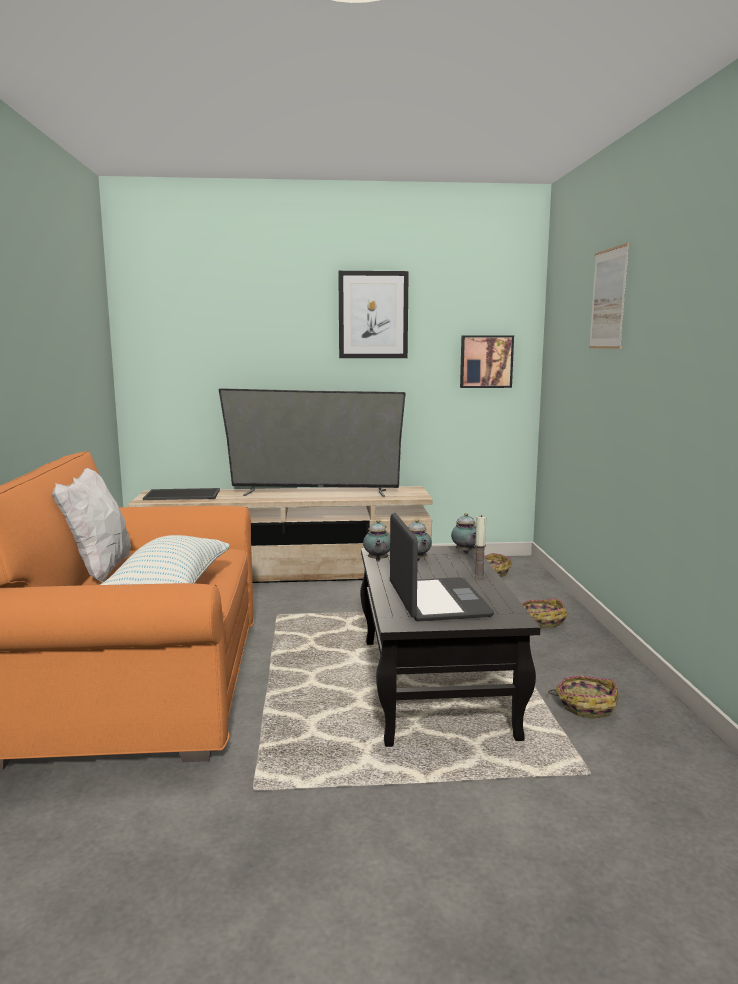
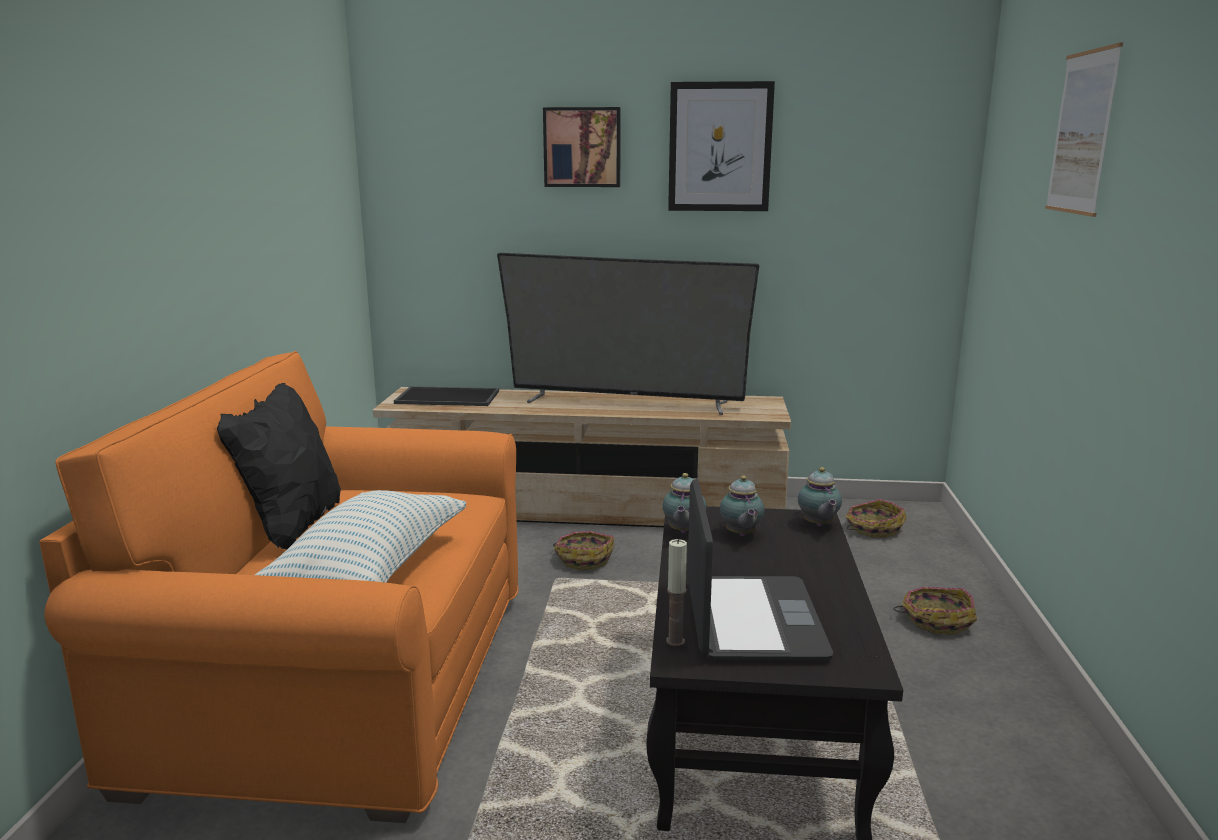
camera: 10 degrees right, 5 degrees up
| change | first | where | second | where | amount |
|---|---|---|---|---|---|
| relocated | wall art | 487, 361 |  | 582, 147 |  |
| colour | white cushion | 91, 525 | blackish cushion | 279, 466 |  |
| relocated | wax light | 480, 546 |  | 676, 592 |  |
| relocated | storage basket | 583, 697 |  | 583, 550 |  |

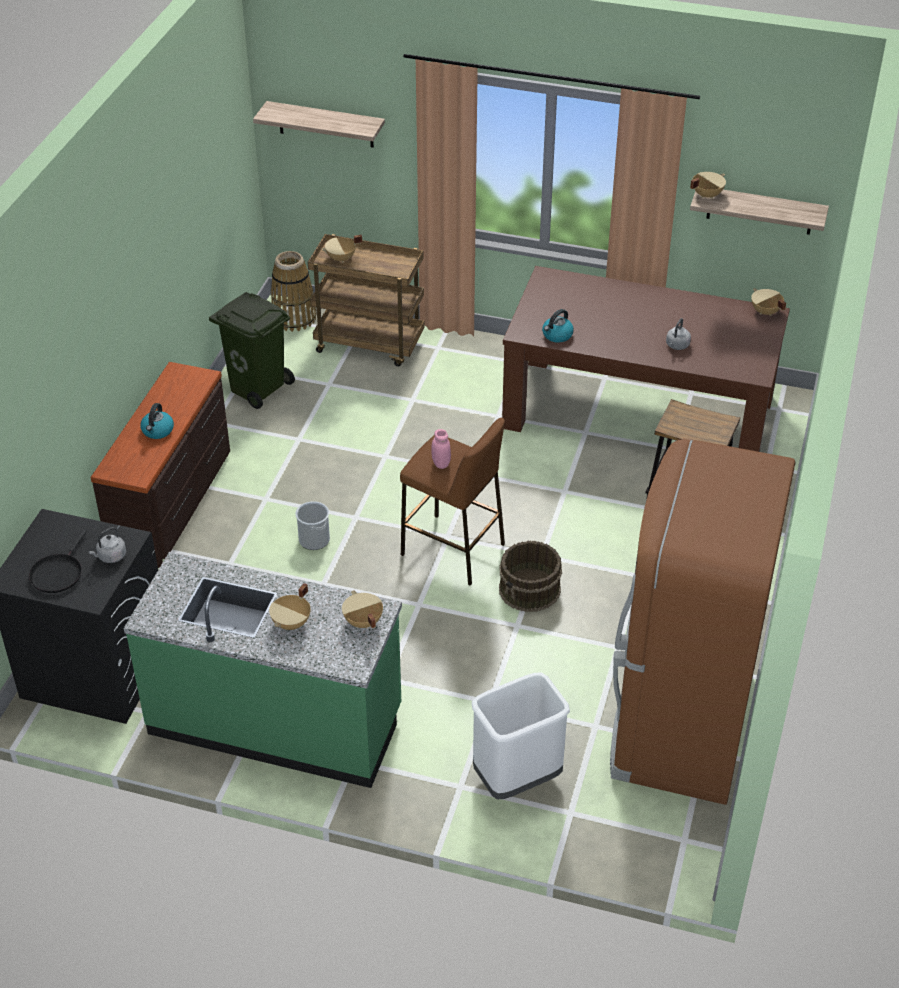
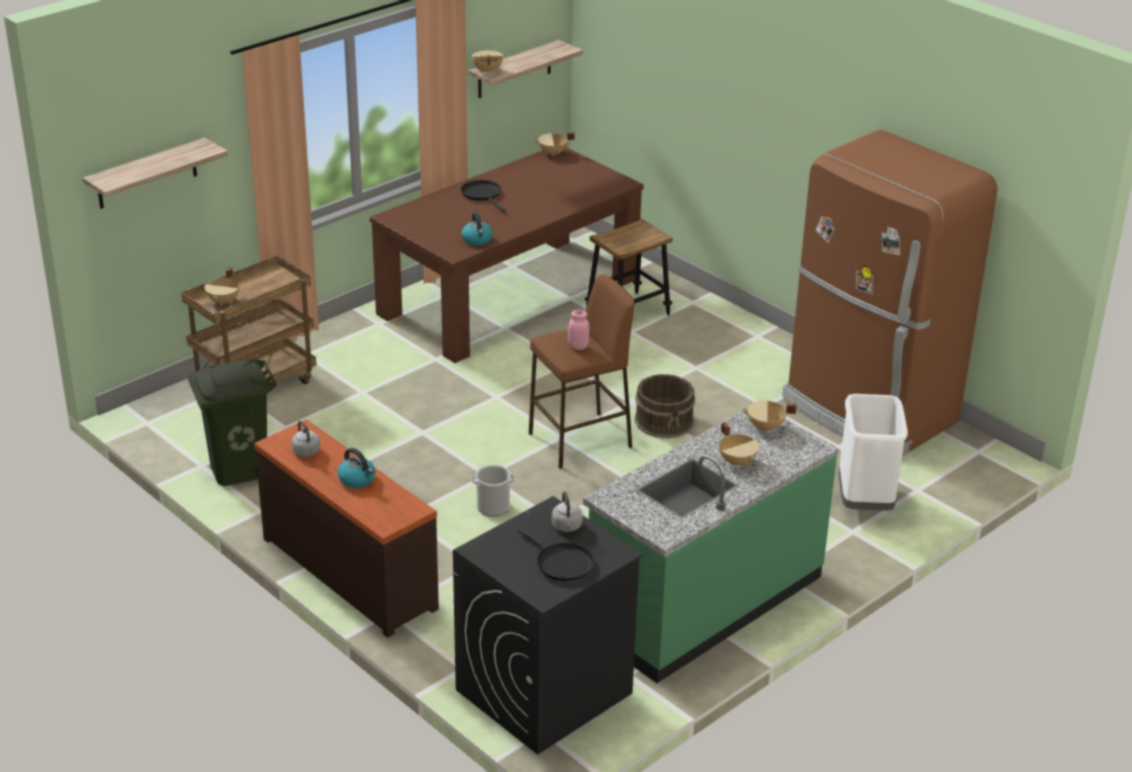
camera: 60 degrees left, 10 degrees down
| change | first | where | second | where | amount |
|---|---|---|---|---|---|
| missing | storage basket | 293, 291 |  |  |  |
| relocated | grey water kettle | 678, 334 |  | 305, 439 |  |
| appeared |  |  | blackish pan | 483, 196 |  |

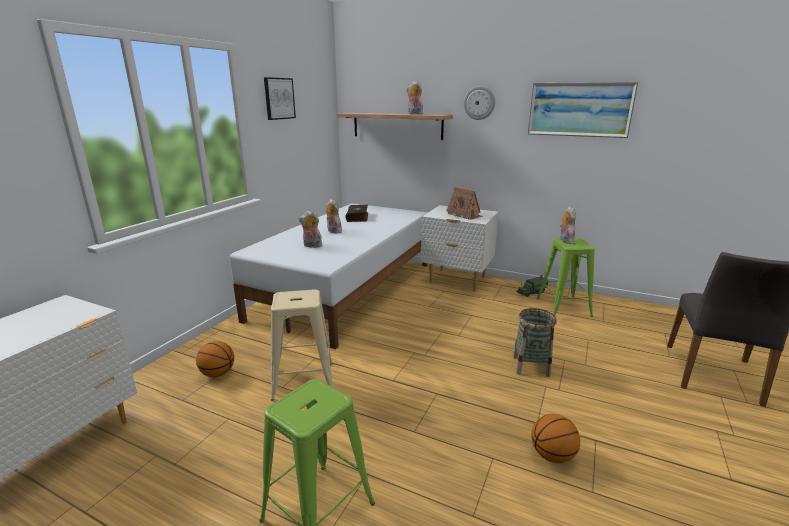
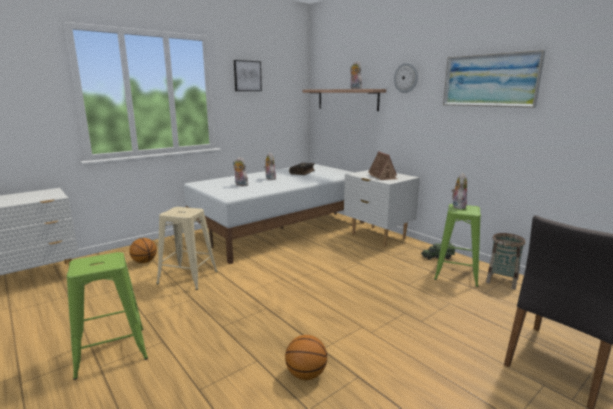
camera: 25 degrees right, 5 degrees down
| change | first | where | second | where | amount |
|---|---|---|---|---|---|
| relocated | storage basket | 535, 342 |  | 505, 261 |  |

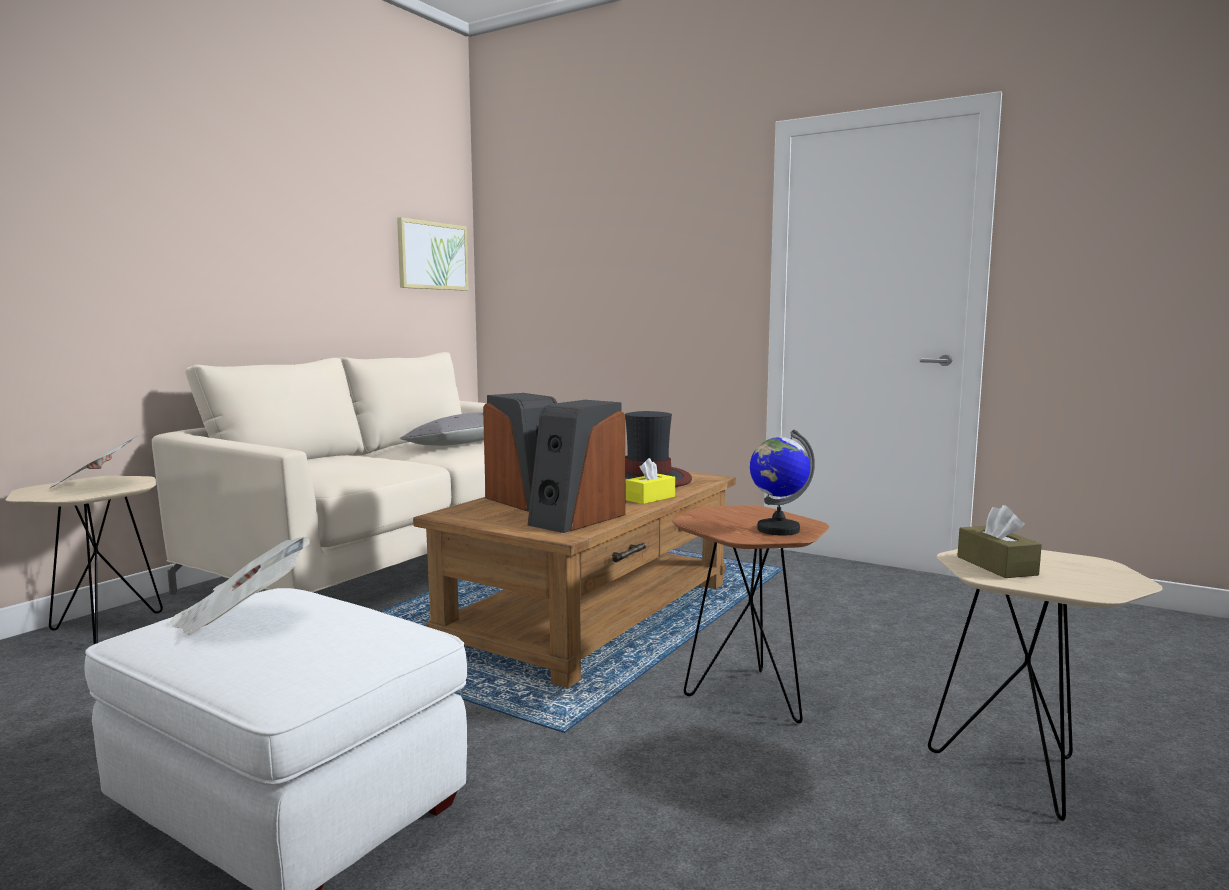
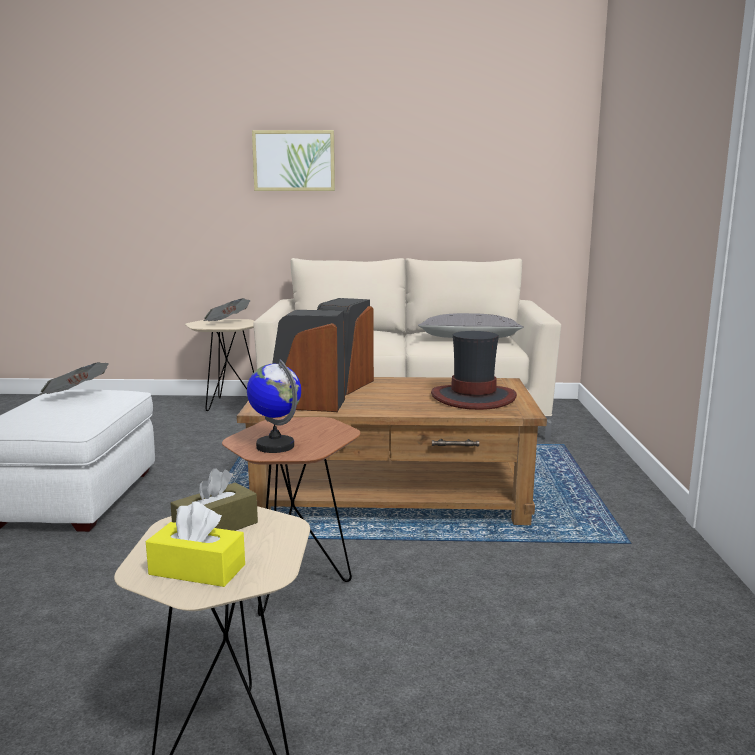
camera: 60 degrees right, 5 degrees up
| change | first | where | second | where | amount |
|---|---|---|---|---|---|
| relocated | wall art | 433, 254 |  | 293, 160 |  |
| relocated | yellow-coloured box of tissues | 650, 481 |  | 195, 544 |  |

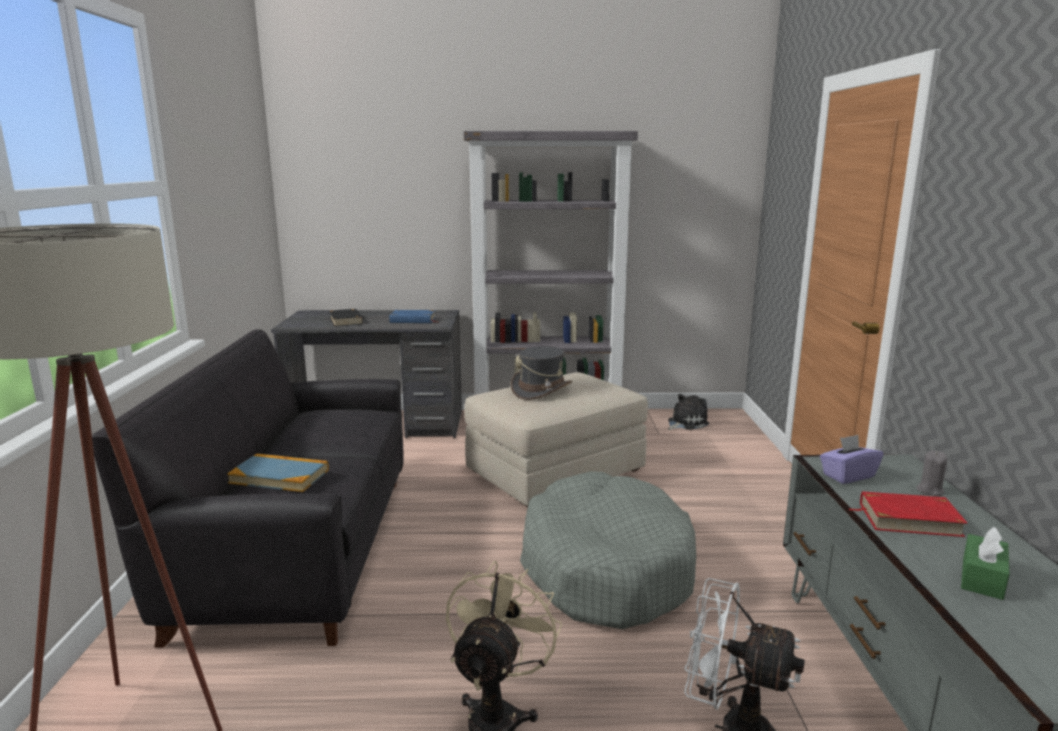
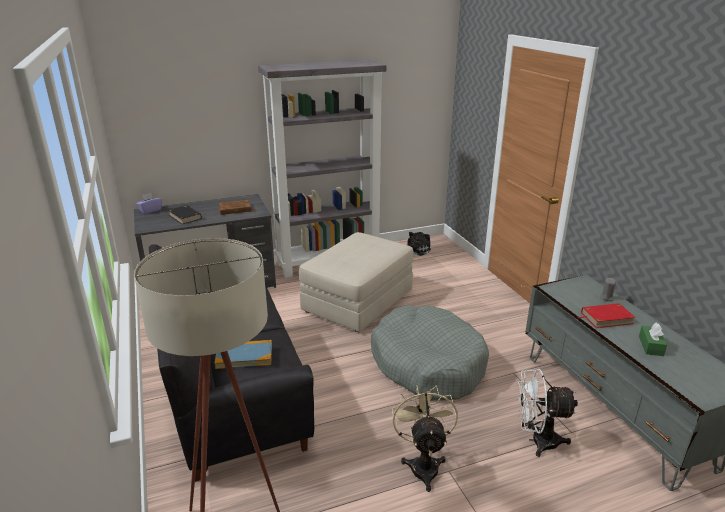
camera: 20 degrees left, 10 degrees up
| change | first | where | second | where | amount |
|---|---|---|---|---|---|
| colour | blue book | 413, 316 | brown book | 237, 207 |  |
| missing | grey clothing hat | 541, 373 |  |  |  |
| relocated | purple box of tissues | 852, 459 |  | 149, 203 |  |

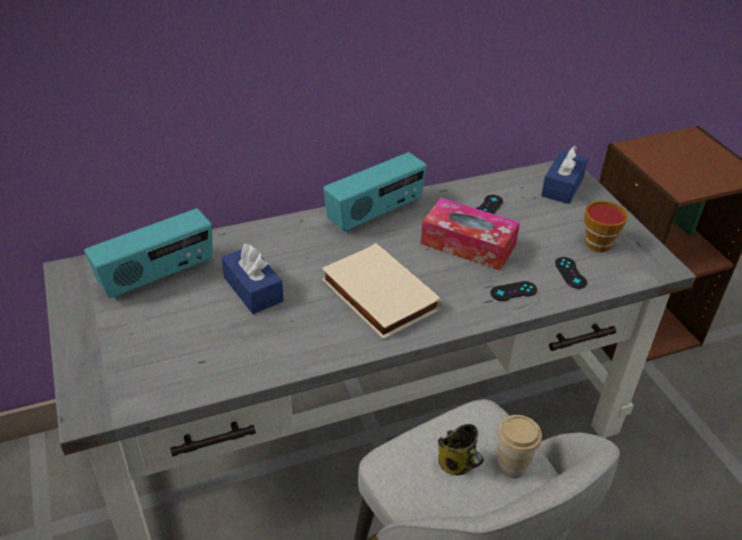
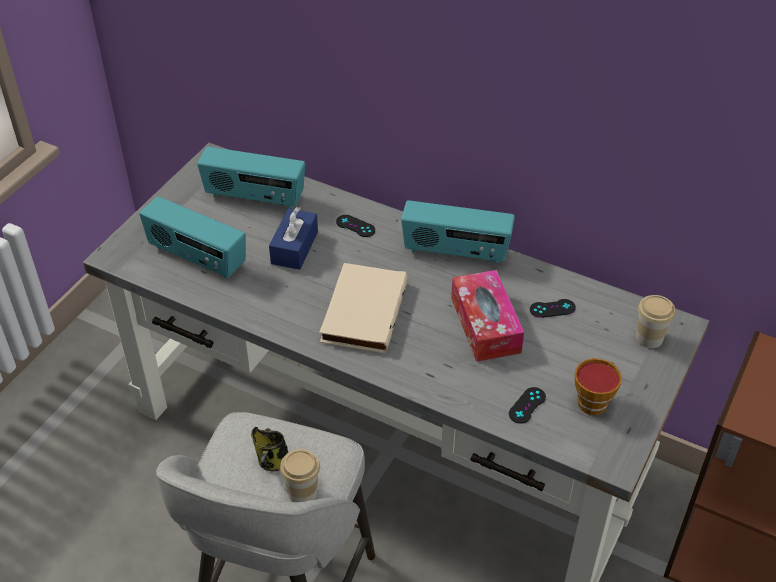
camera: 50 degrees right, 5 degrees up
| change | first | where | second | where | amount |
|---|---|---|---|---|---|
| exchanged | blue box of tissues | 564, 175 | small cup | 655, 321 |  |
| relocated | blackish game controller | 513, 291 |  | 355, 226 |  |
| appeared |  |  | radio receiver | 192, 238 |  |

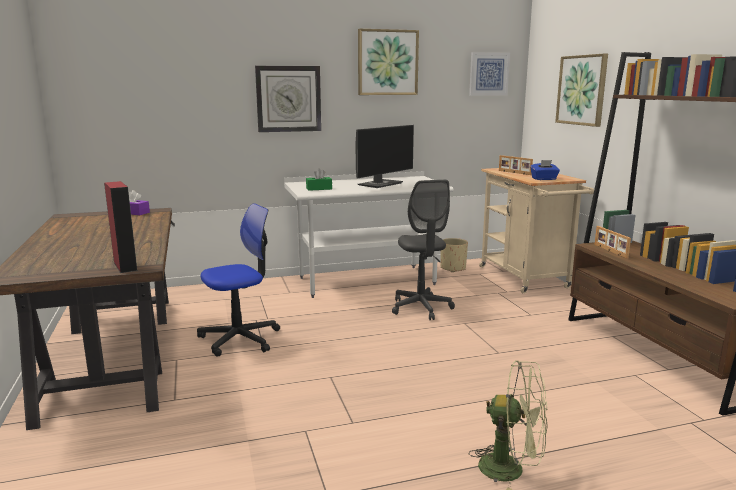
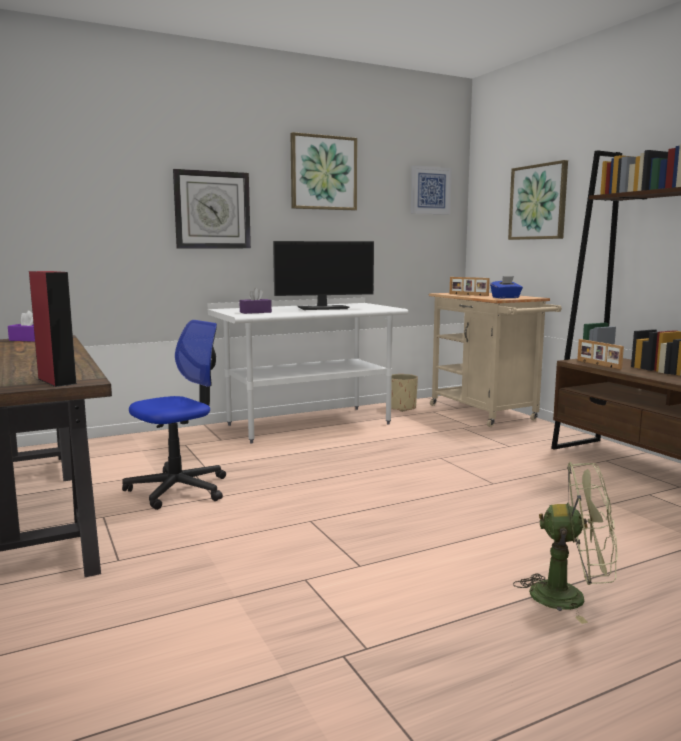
camera: 10 degrees left, 5 degrees down
| change | first | where | second | where | amount |
|---|---|---|---|---|---|
| spun | monitor | 385, 156 |  | 323, 275 | 45 degrees clockwise |
| colour | green-coloured box of tissues | 319, 179 | purple box of tissues | 255, 301 |  |
| missing | grey desk chair | 423, 250 |  |  |  |

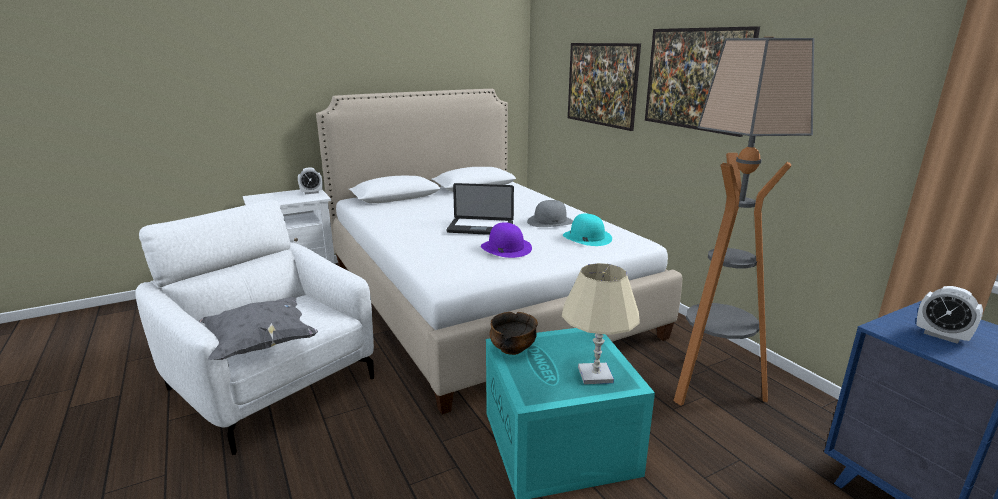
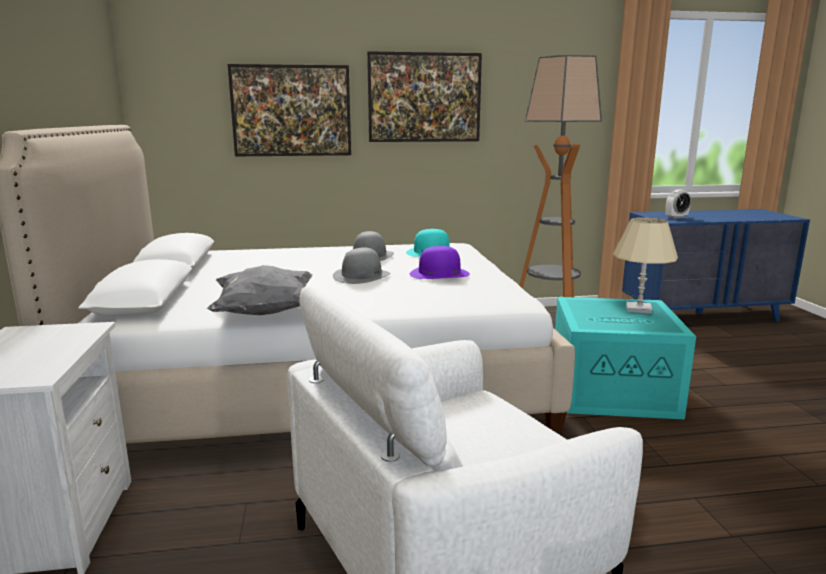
camera: 70 degrees left, 5 degrees down
| change | first | where | second | where | amount |
|---|---|---|---|---|---|
| missing | table clock | 310, 180 |  |  |  |
| exchanged | laptop | 480, 209 | grey clothing hat | 362, 266 |  |
| relocated | grey cushion | 258, 328 |  | 260, 290 |  |
| missing | bowl | 513, 333 |  |  |  |

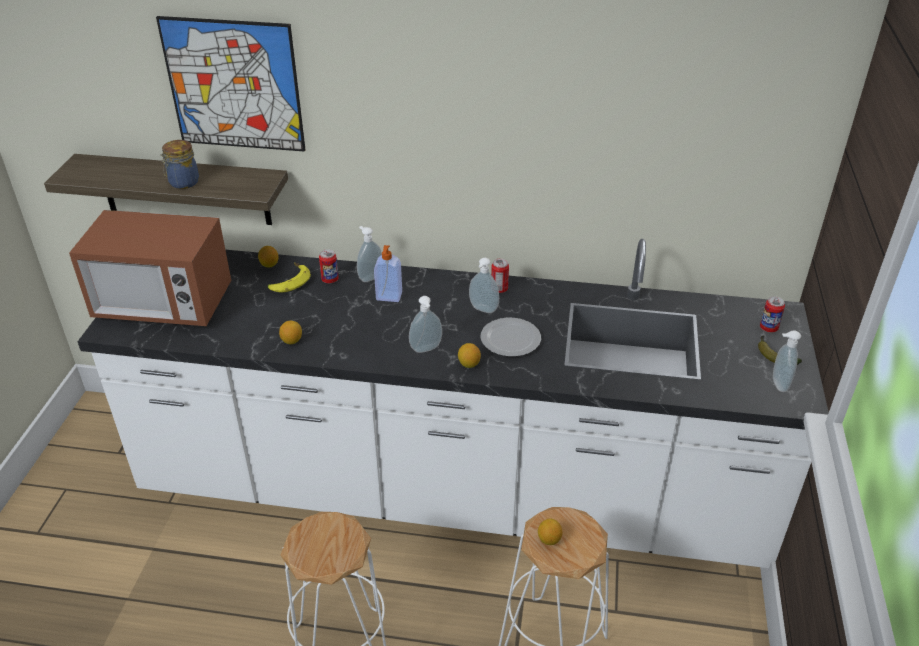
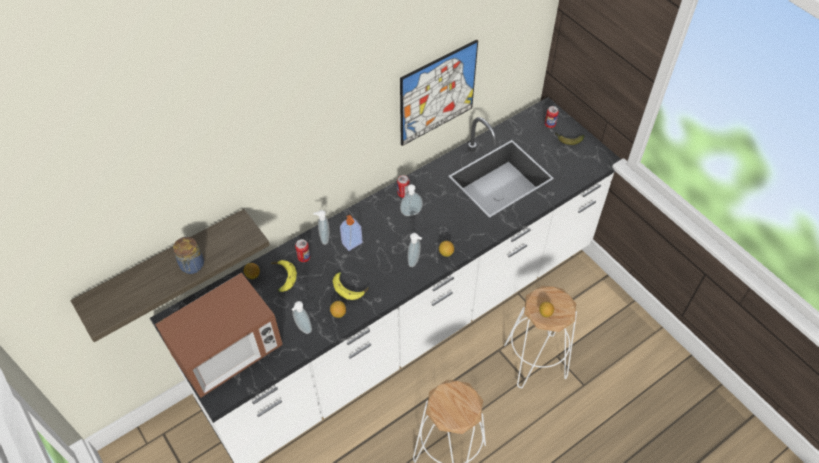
camera: 45 degrees left, 15 degrees up
| change | first | where | second | where | amount |
|---|---|---|---|---|---|
| relocated | wall art | 230, 84 |  | 439, 93 |  |
| missing | plate | 511, 337 |  |  |  |
| relocated | liquid soap bottle | 787, 361 |  | 301, 317 |  |
| appeared |  |  | banana | 351, 286 |  |

